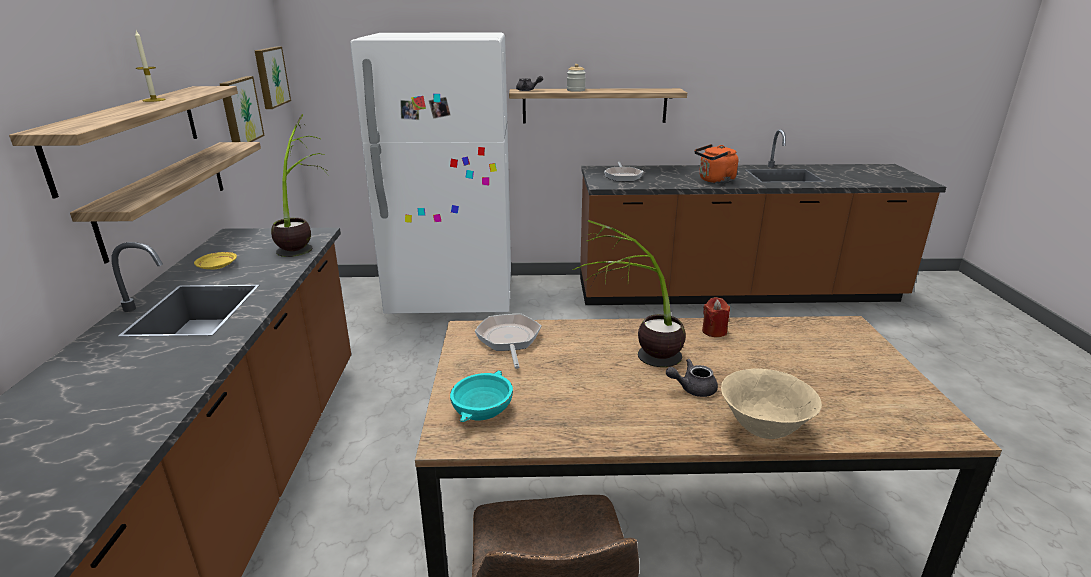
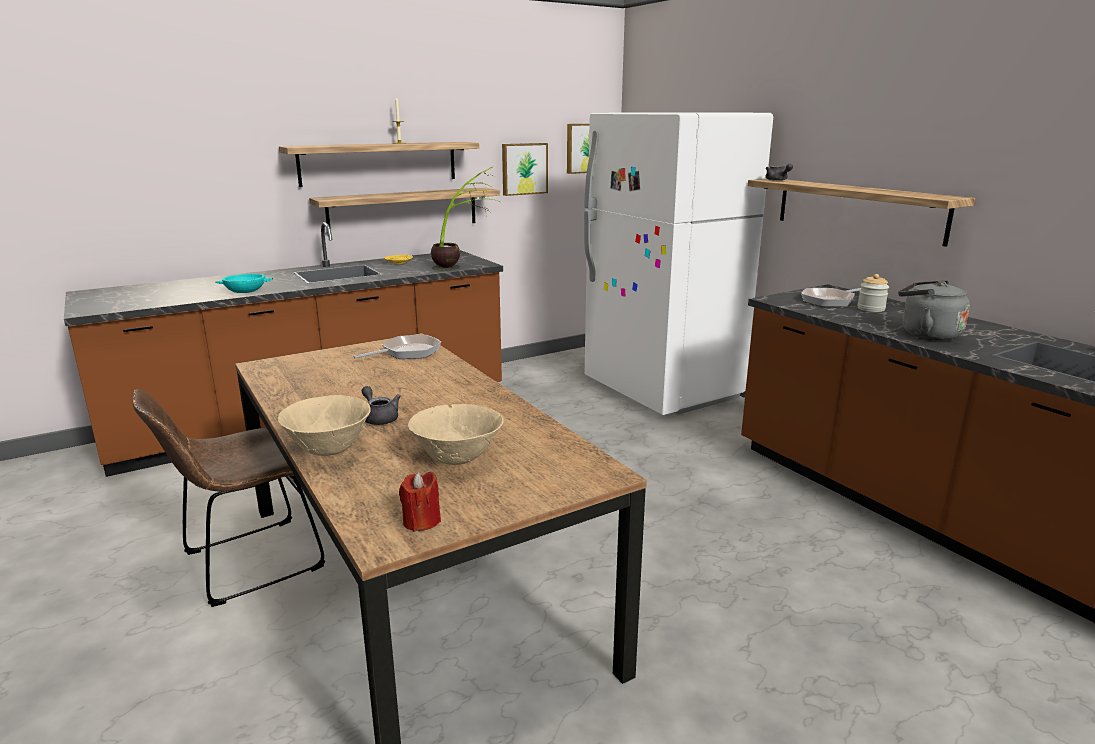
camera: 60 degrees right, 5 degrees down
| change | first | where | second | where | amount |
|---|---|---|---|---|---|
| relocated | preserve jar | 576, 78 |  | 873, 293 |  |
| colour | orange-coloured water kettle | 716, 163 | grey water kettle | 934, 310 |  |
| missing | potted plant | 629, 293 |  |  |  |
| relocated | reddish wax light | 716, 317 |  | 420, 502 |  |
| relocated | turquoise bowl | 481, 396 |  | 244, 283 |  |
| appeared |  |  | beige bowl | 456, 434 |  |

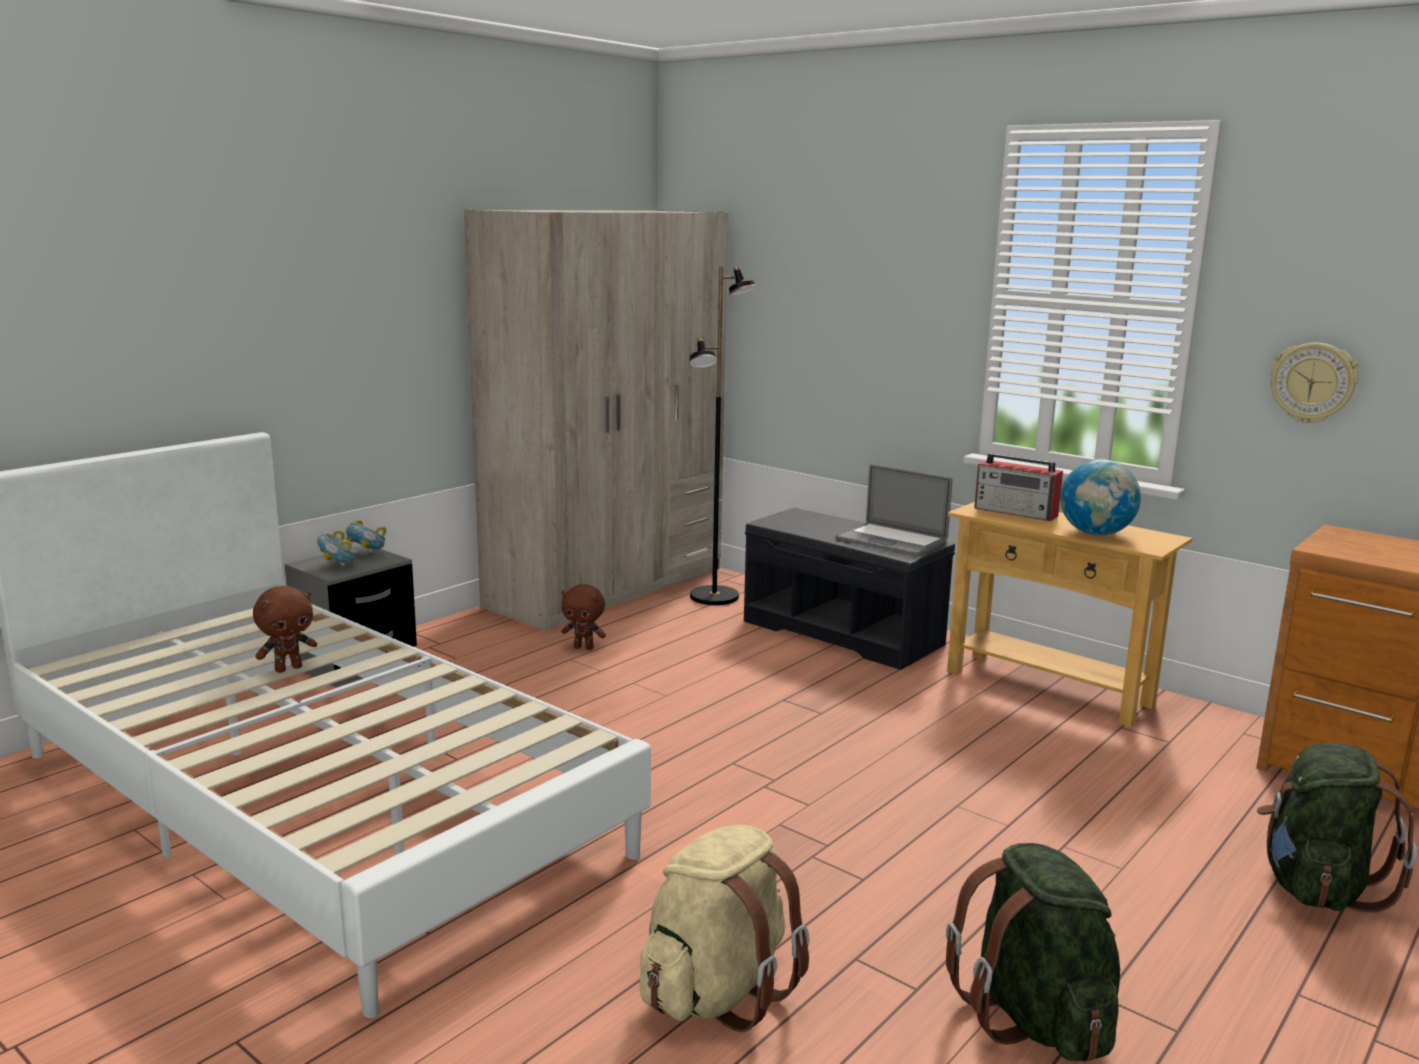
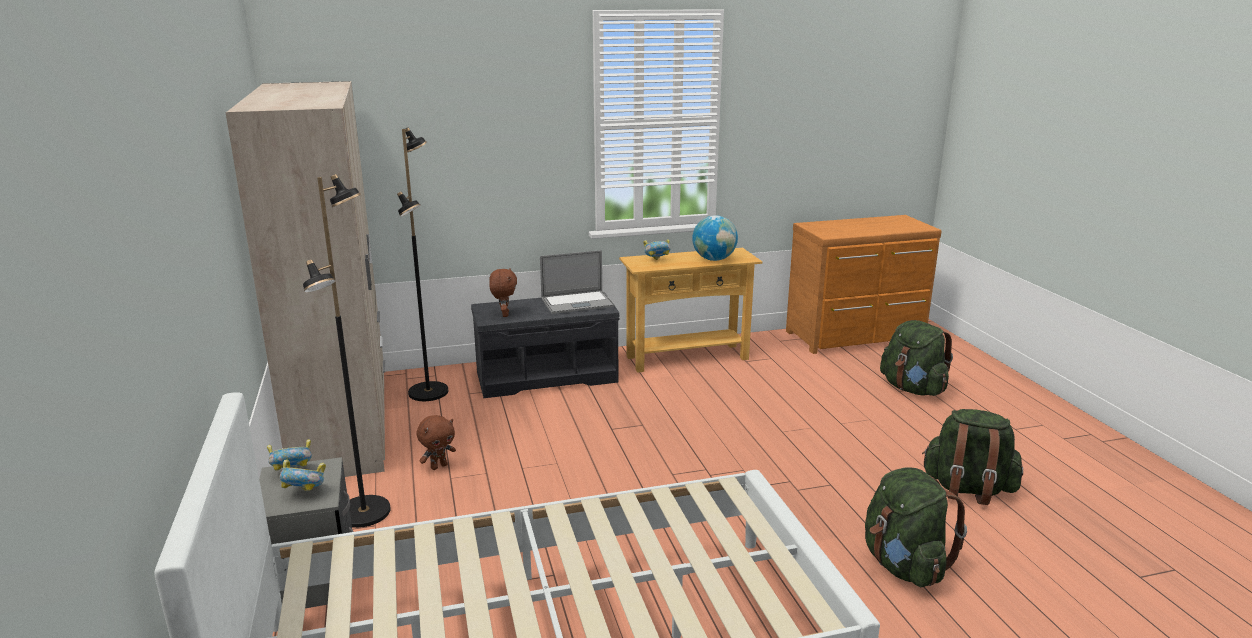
camera: 55 degrees left, 5 degrees up
| change | first | where | second | where | amount |
|---|---|---|---|---|---|
| missing | hanging clock | 1314, 383 |  |  |  |
| exchanged | radio receiver | 1018, 487 | bowl | 656, 249 |  |
| relocated | brown cuddly toy | 285, 629 |  | 503, 292 |  |
| colour | beige backpack | 724, 928 | green-coloured backpack | 916, 527 |  |
| appeared |  |  | blackish standard lamp | 347, 351 |  |

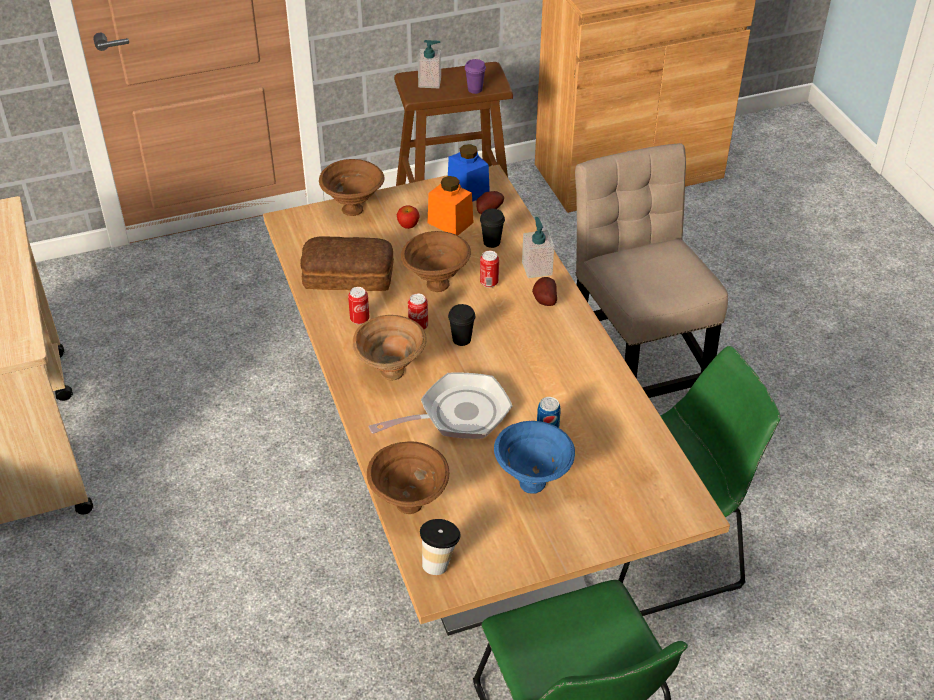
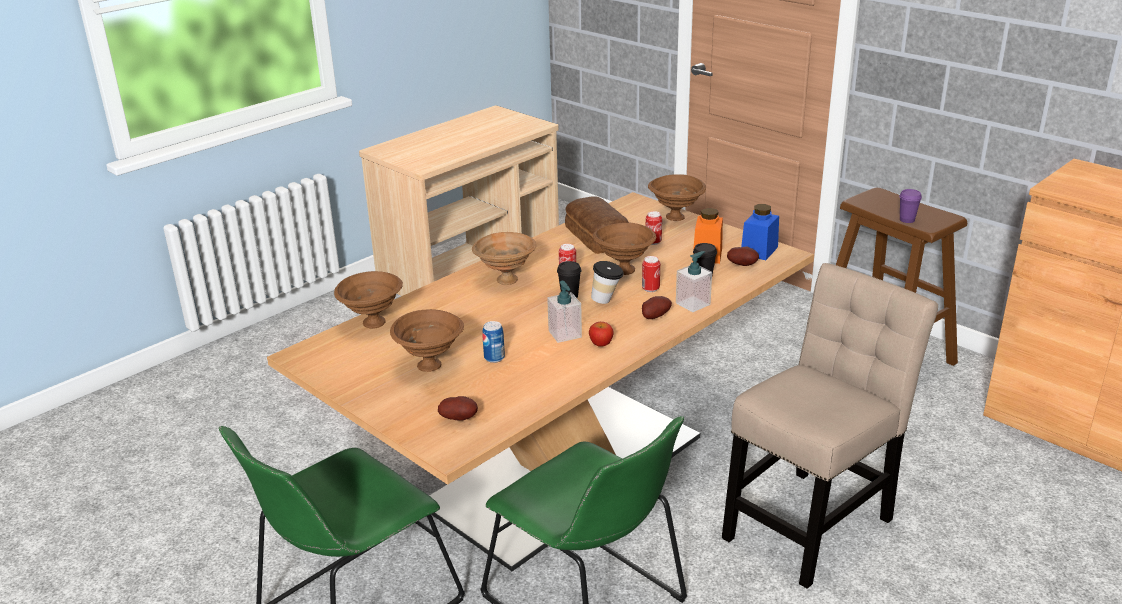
camera: 65 degrees right, 15 degrees down
| change | first | where | second | where | amount |
|---|---|---|---|---|---|
| relocated | liquid soap bottle | 429, 64 |  | 564, 312 |  |
| relocated | apple | 408, 217 |  | 601, 334 |  |
| relocated | metal can | 358, 306 |  | 654, 228 |  |
| missing | pan | 440, 405 |  |  |  |
| colour | blue bowl | 534, 457 | brown bowl | 427, 340 |  |
| relocated | small cup | 440, 547 |  | 607, 282 |  |
| appeared |  |  | spud | 458, 408 |  |

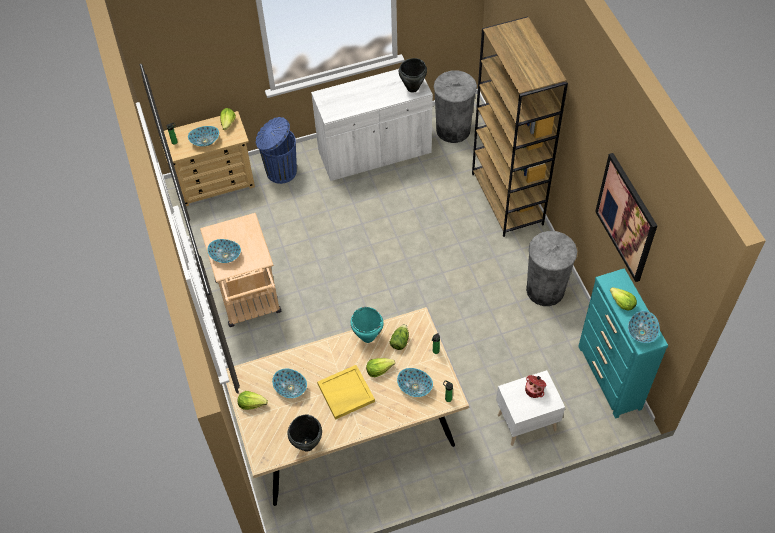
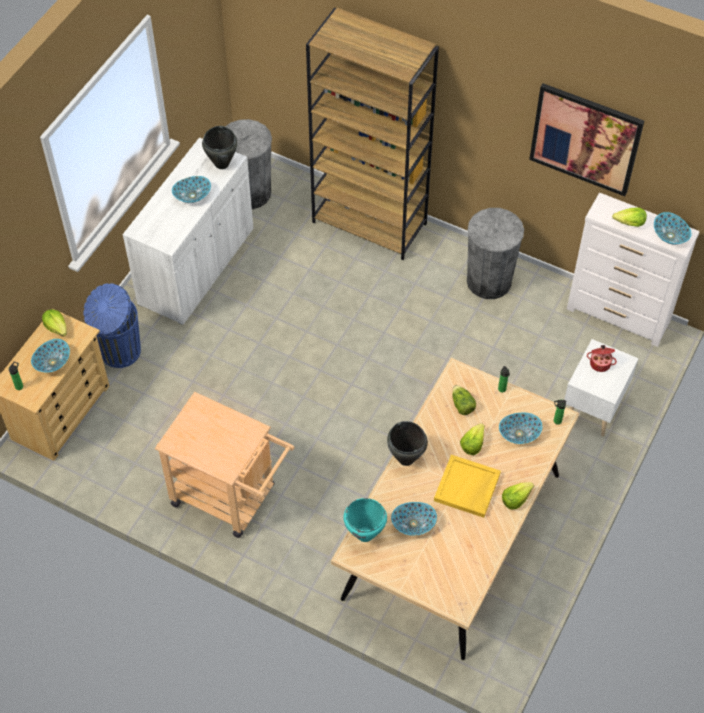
camera: 45 degrees left, 0 degrees up
| change | first | where | second | where | amount |
|---|---|---|---|---|---|
| relocated | bowl | 224, 251 |  | 191, 189 |  |
| colour | turquoise dresser | 623, 343 | white dresser | 633, 270 |  |
| relocated | turquoise saucepot | 367, 325 |  | 365, 520 |  |
| relocated | lettuce head | 252, 400 |  | 518, 496 |  |
| relocated | blackish saucepot | 304, 433 |  | 407, 443 |  |

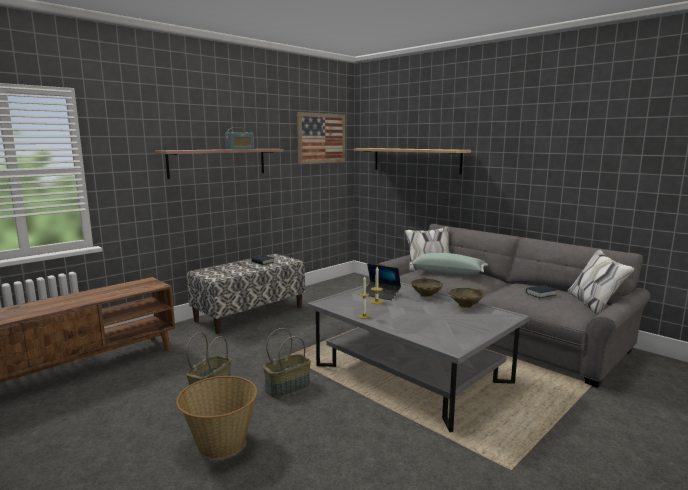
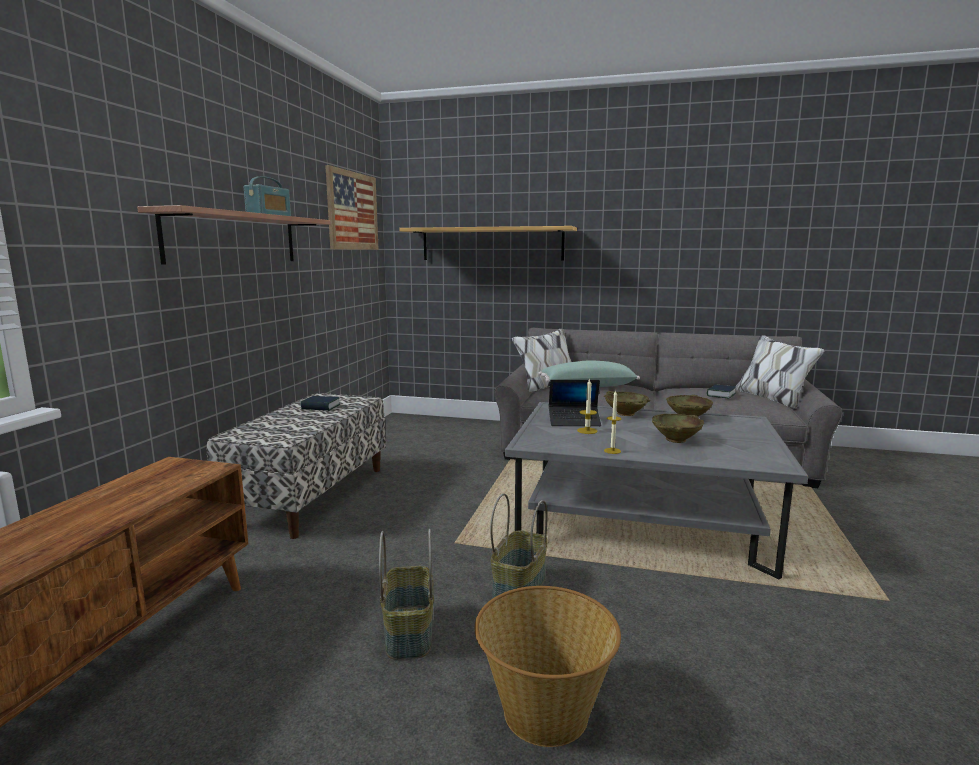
camera: 30 degrees left, 0 degrees up
| change | first | where | second | where | amount |
|---|---|---|---|---|---|
| appeared |  |  | beige bowl | 678, 428 |  |

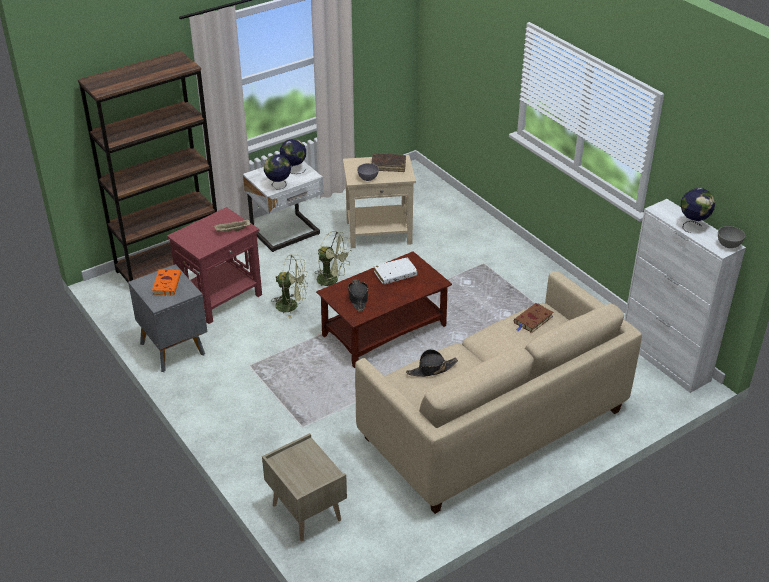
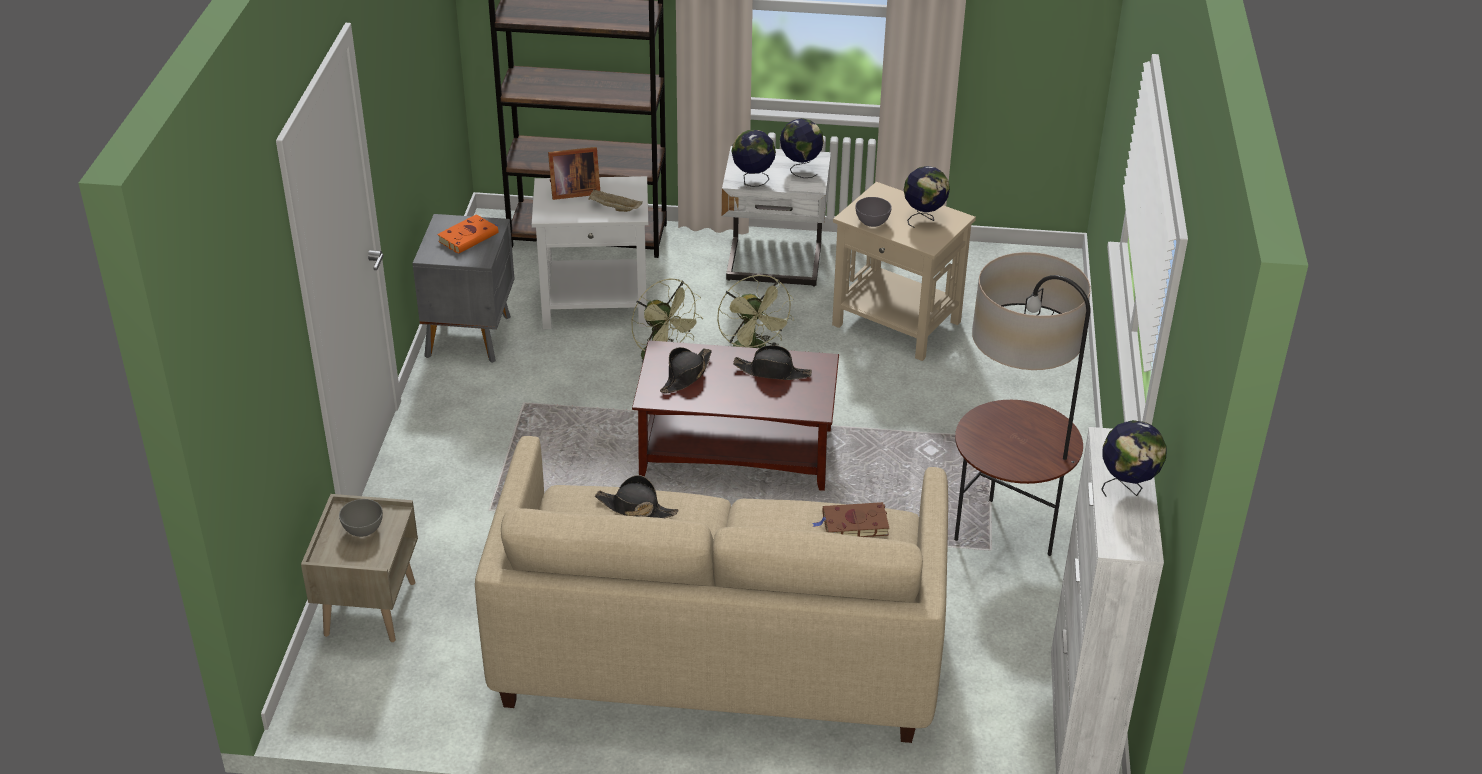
camera: 40 degrees right, 0 degrees up
| change | first | where | second | where | amount |
|---|---|---|---|---|---|
| exchanged | brown book | 388, 162 | world globe | 927, 197 |  |
| colour | reddish side table | 214, 265 | white side table | 590, 252 |  |
| relocated | grey bowl | 731, 237 |  | 361, 518 |  |
| exchanged | white book | 395, 271 | blackish clothing hat | 772, 362 |  |
| appeared |  |  | photo frame | 574, 173 |  |
| appeared |  |  | standard lamp | 1022, 404 |  |

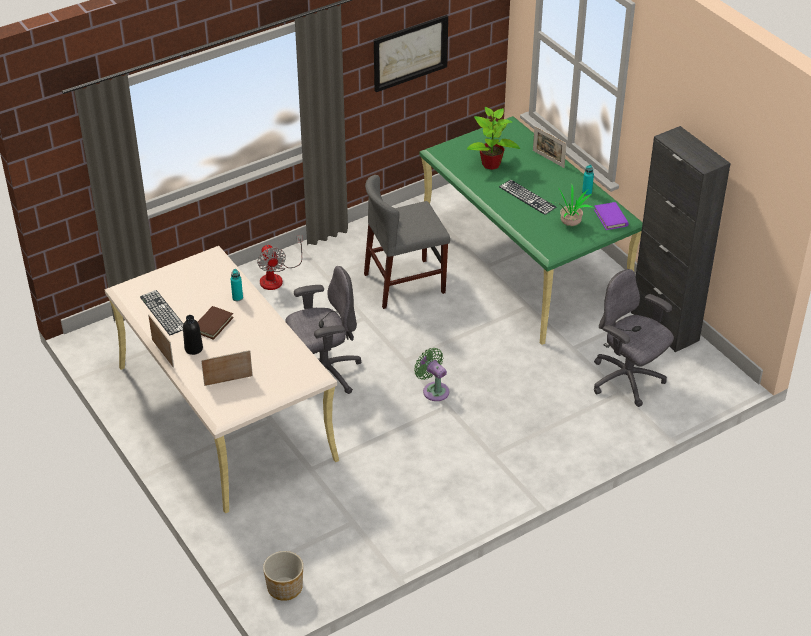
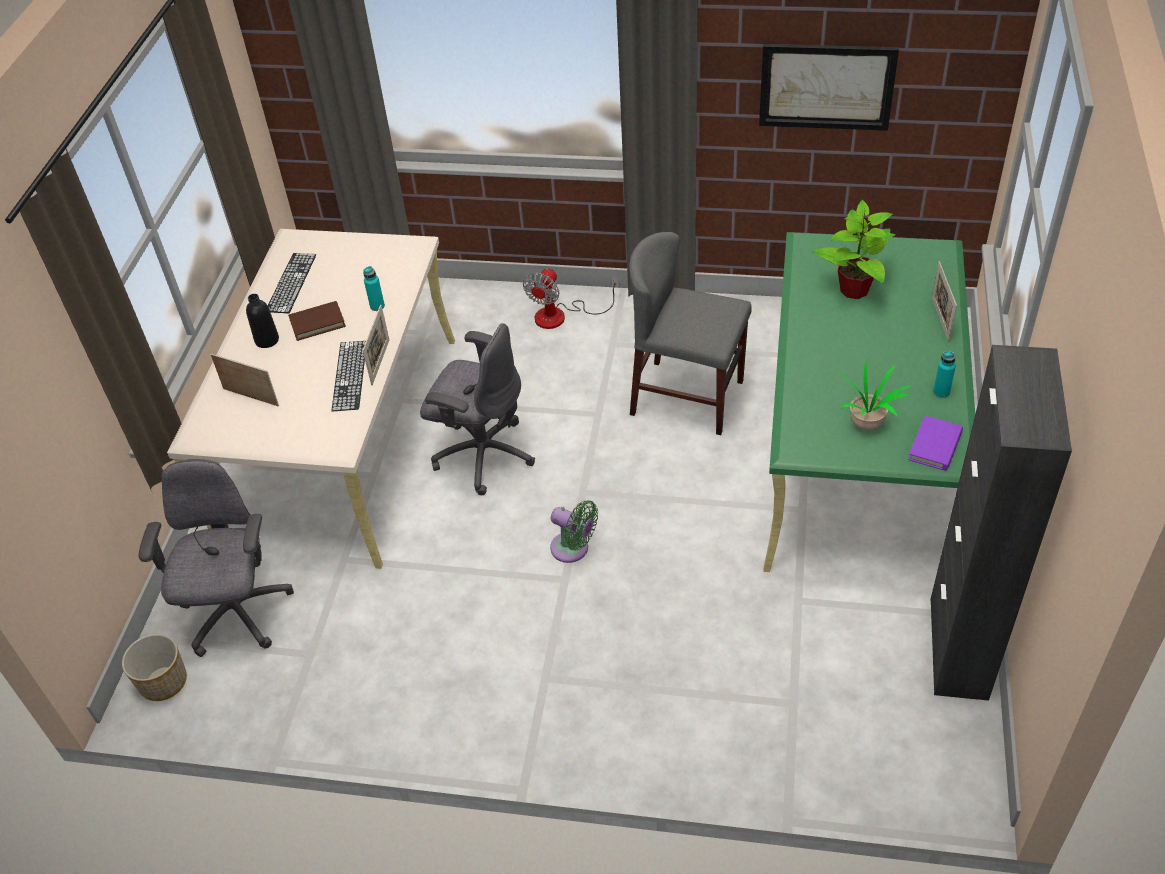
camera: 45 degrees right, 5 degrees up
| change | first | where | second | where | amount |
|---|---|---|---|---|---|
| relocated | PC keyboard | 528, 197 |  | 348, 376 |  |
| relocated | grey desk chair | 634, 338 |  | 216, 558 |  |
| relocated | photo frame | 161, 341 |  | 375, 345 |  |
| spun | green-coloured electric fan | 431, 374 |  | 574, 531 | 120 degrees clockwise |

